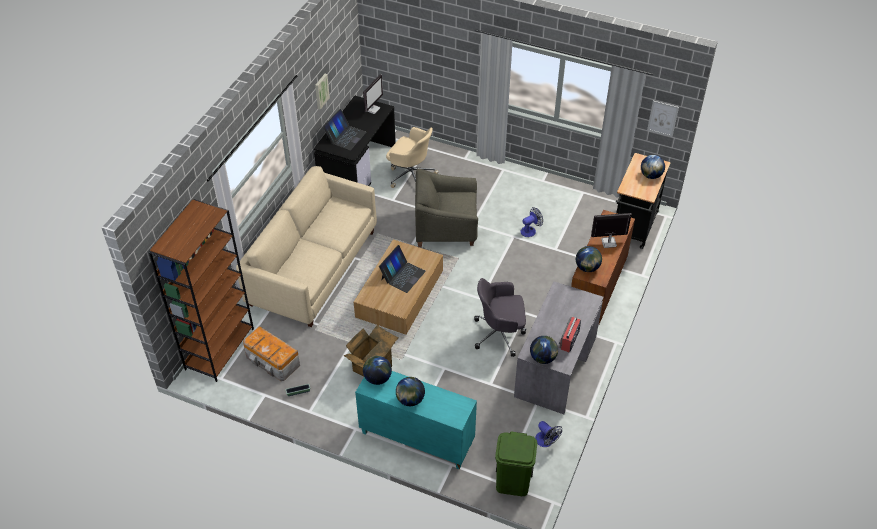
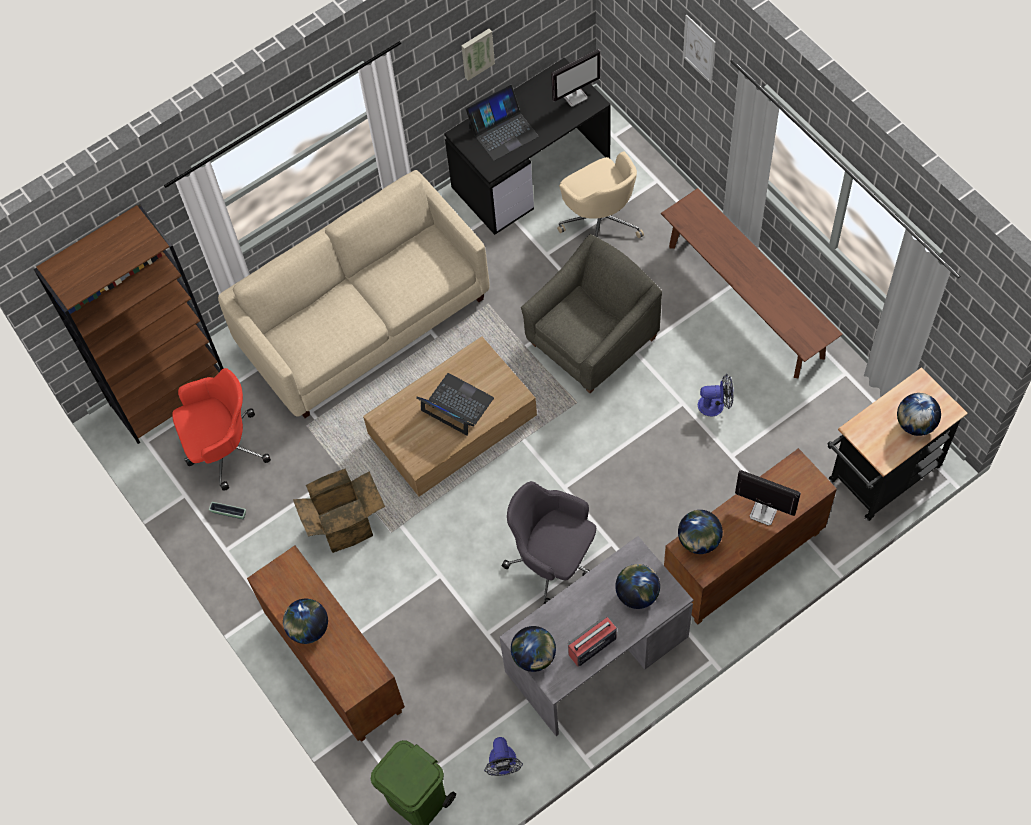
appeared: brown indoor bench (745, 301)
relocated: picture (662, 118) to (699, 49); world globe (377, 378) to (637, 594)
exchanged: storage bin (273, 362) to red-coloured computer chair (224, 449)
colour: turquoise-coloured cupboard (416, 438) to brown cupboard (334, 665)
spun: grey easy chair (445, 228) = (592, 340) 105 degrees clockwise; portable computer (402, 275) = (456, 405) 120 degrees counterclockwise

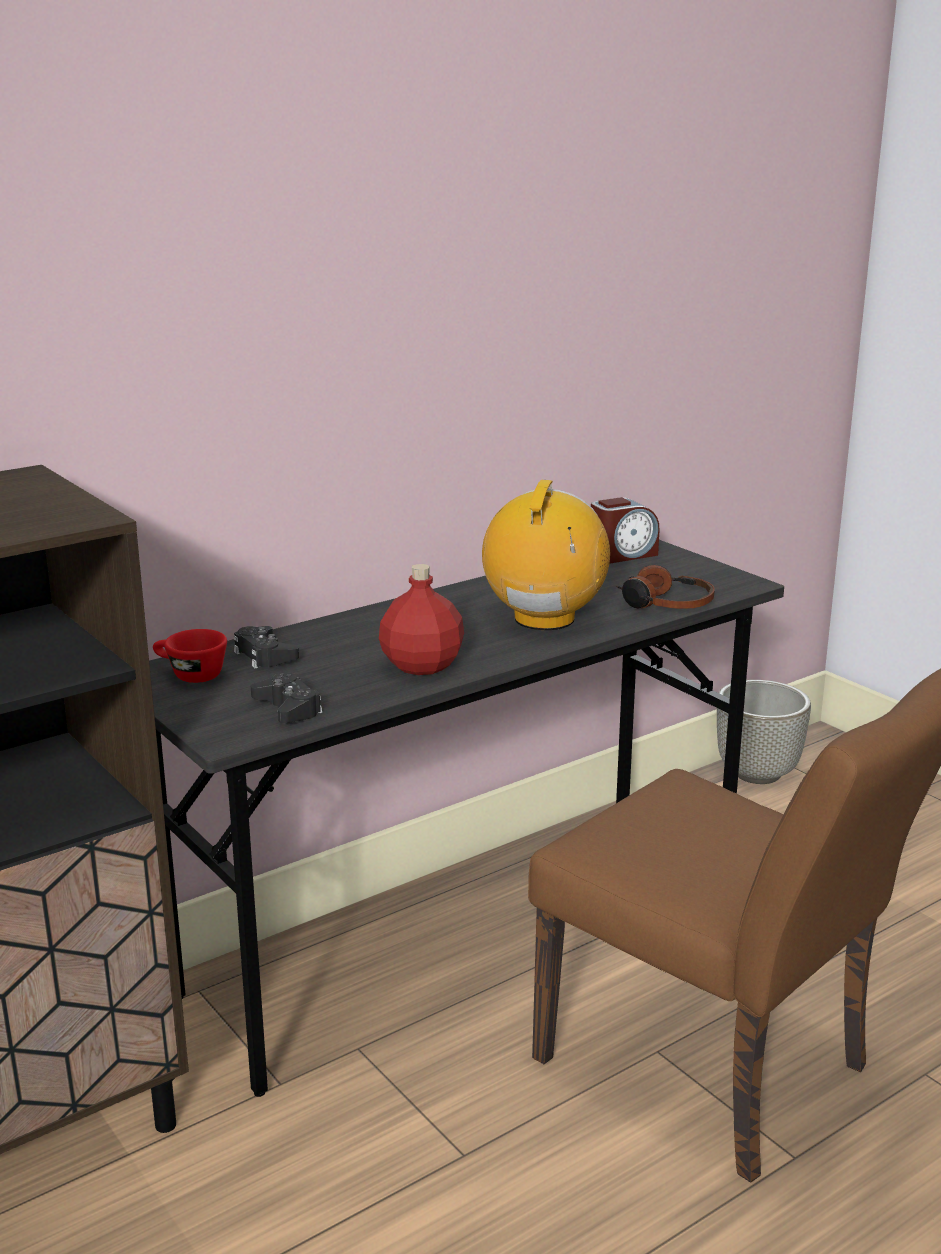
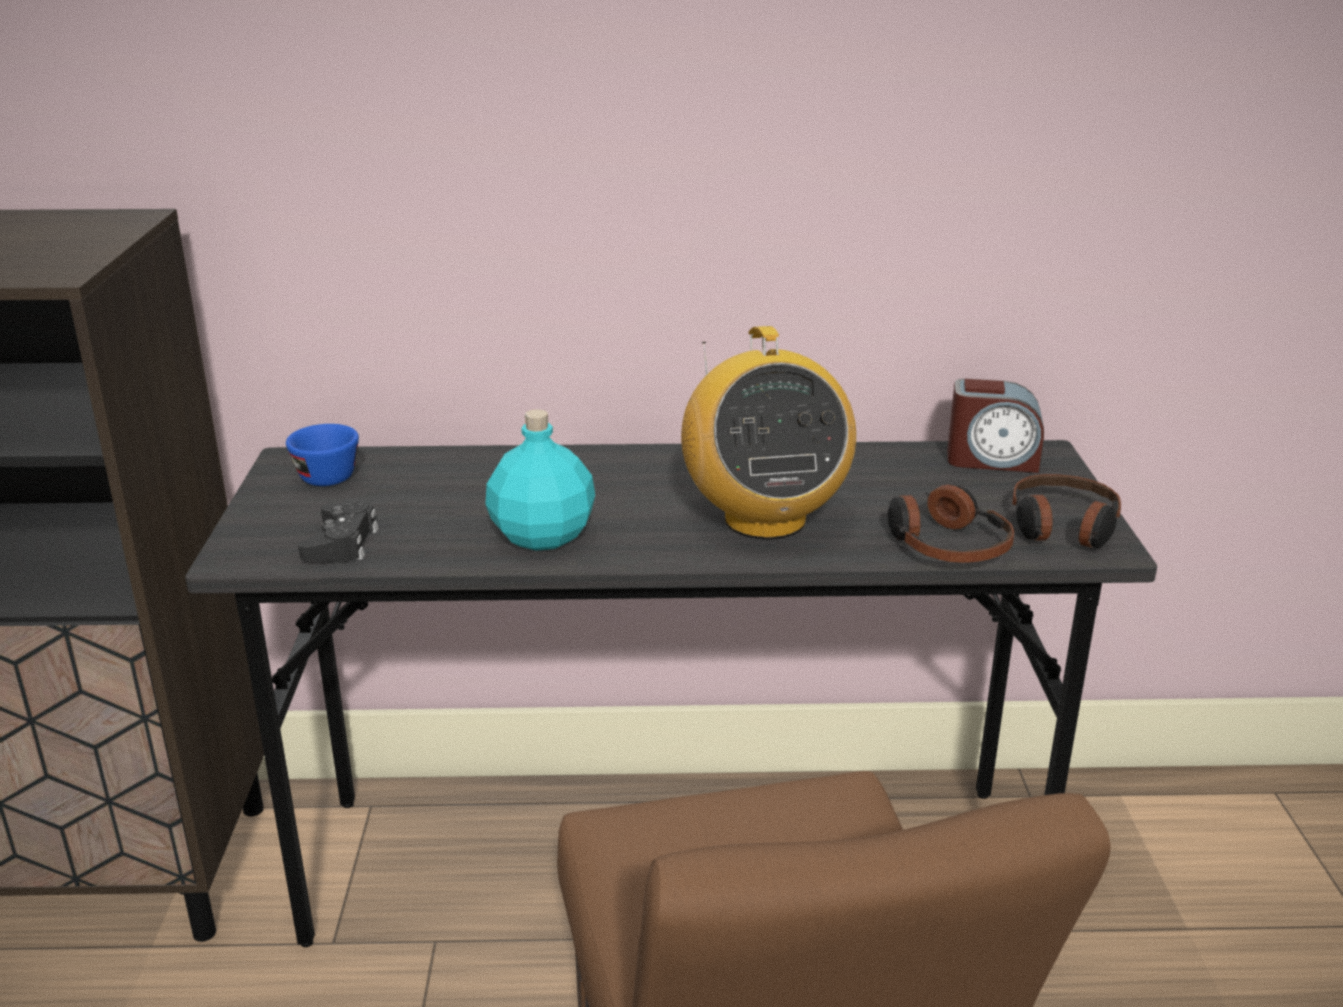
missing: blackish game controller (264, 655); grey planter (757, 773)
appeared: pair of headphones (1062, 527)
colour: red-coloured bottle (423, 665) to turquoise-coloured bottle (544, 536); red-coloured drinking cup (190, 675) to bluish drinking cup (322, 474)
spun: radio set (544, 619) = (764, 519) 120 degrees clockwise

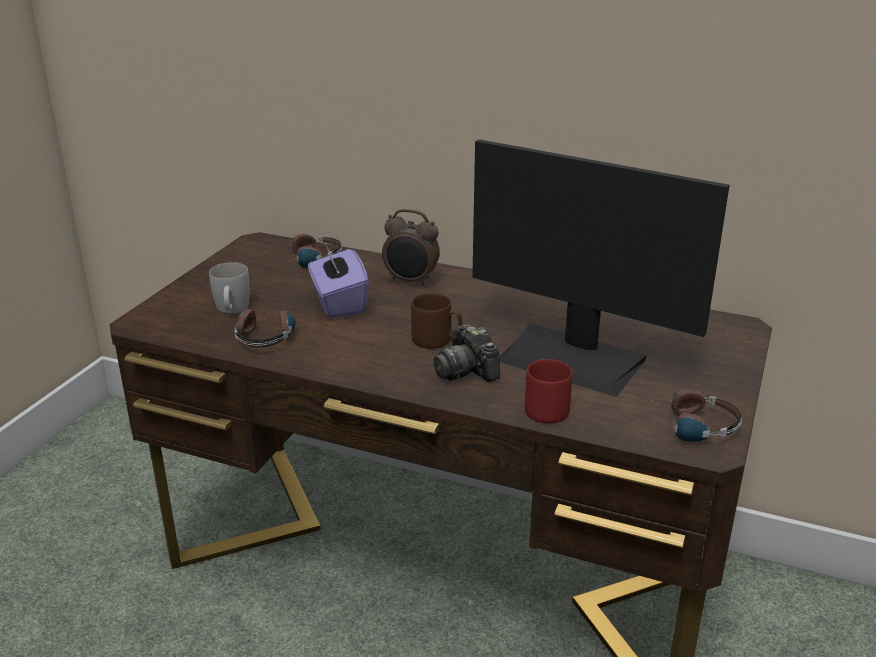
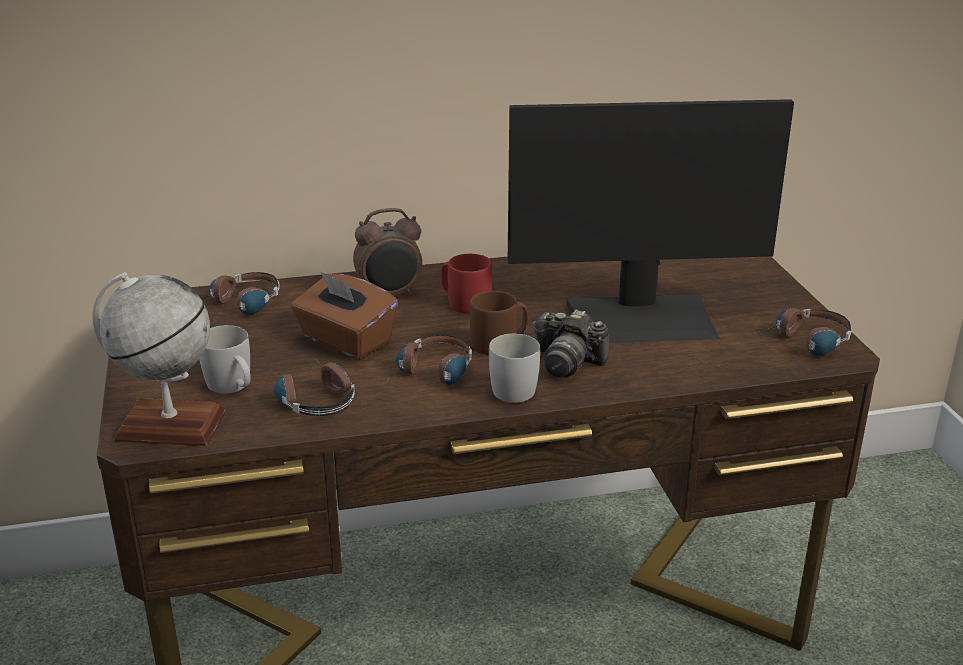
appeared: world globe (170, 425); white coffee mug (508, 387); pair of headphones (431, 375)
relocated: red-coloured coffee mug (544, 408) to (465, 303)
colour: purple-coloured tissue holder (338, 303) to brown tissue holder (346, 340)

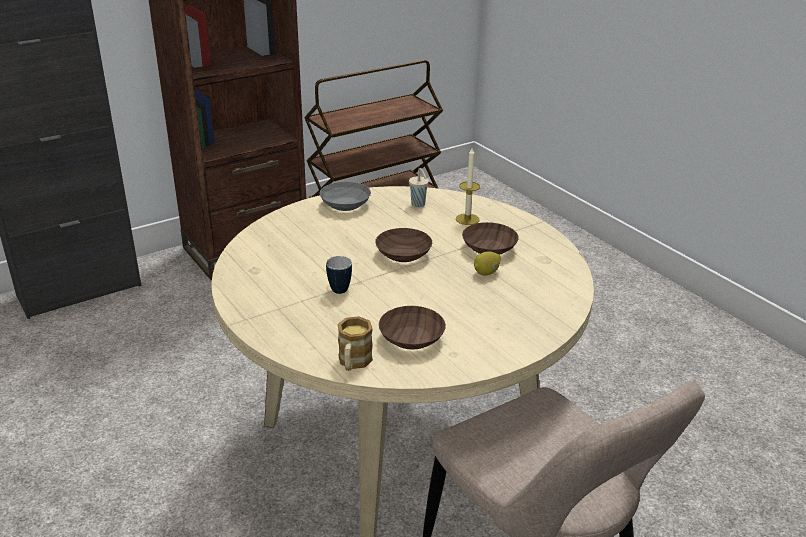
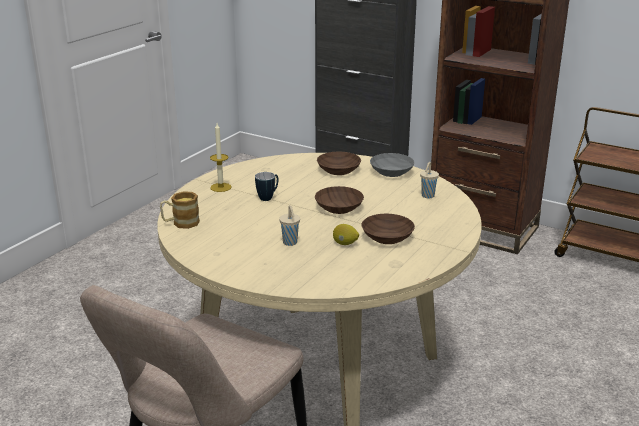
appeared: beige-coloured drinking cup (290, 243)
relocated: wax light (467, 219) to (220, 187); brown bowl (411, 339) to (337, 170)

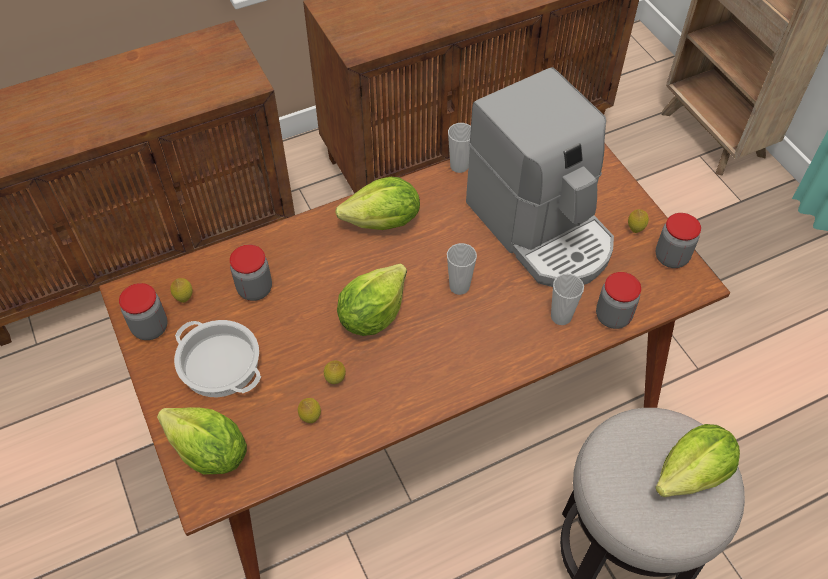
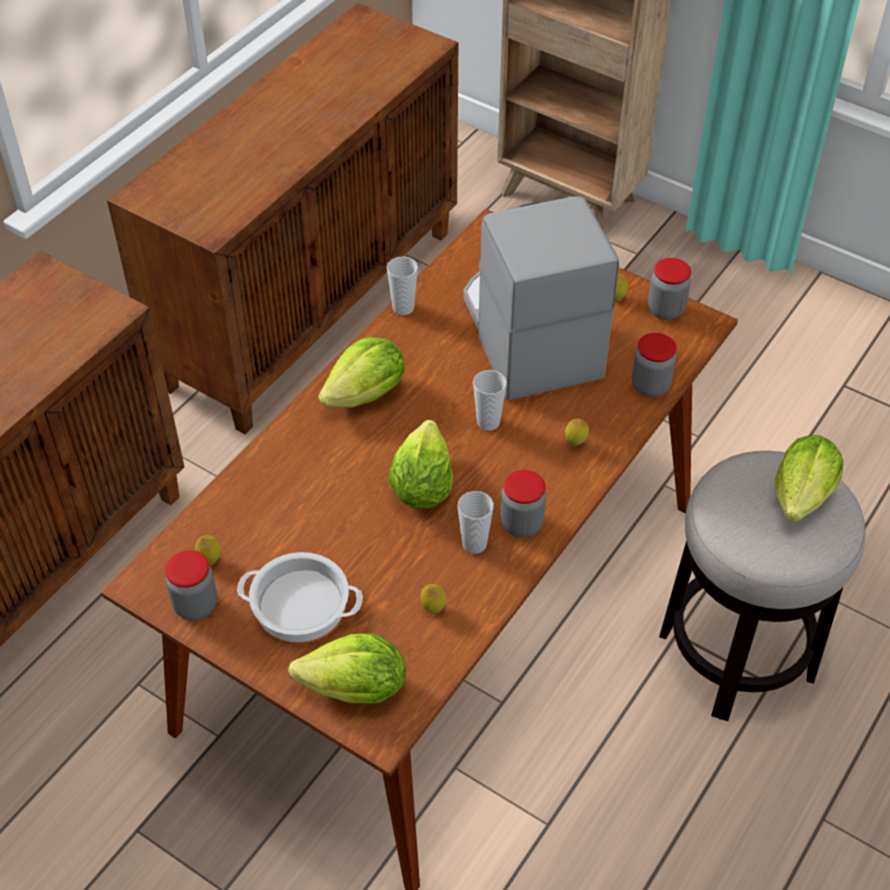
relocated: jar (255, 289) to (521, 524); drinking cup (561, 317) to (474, 544); lemon (335, 380) to (575, 443)
spun: coffee maker (541, 229) = (528, 334) 135 degrees counterclockwise

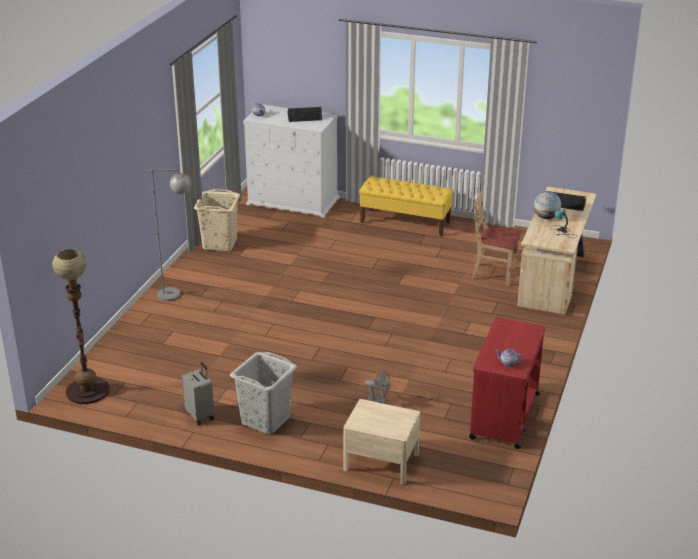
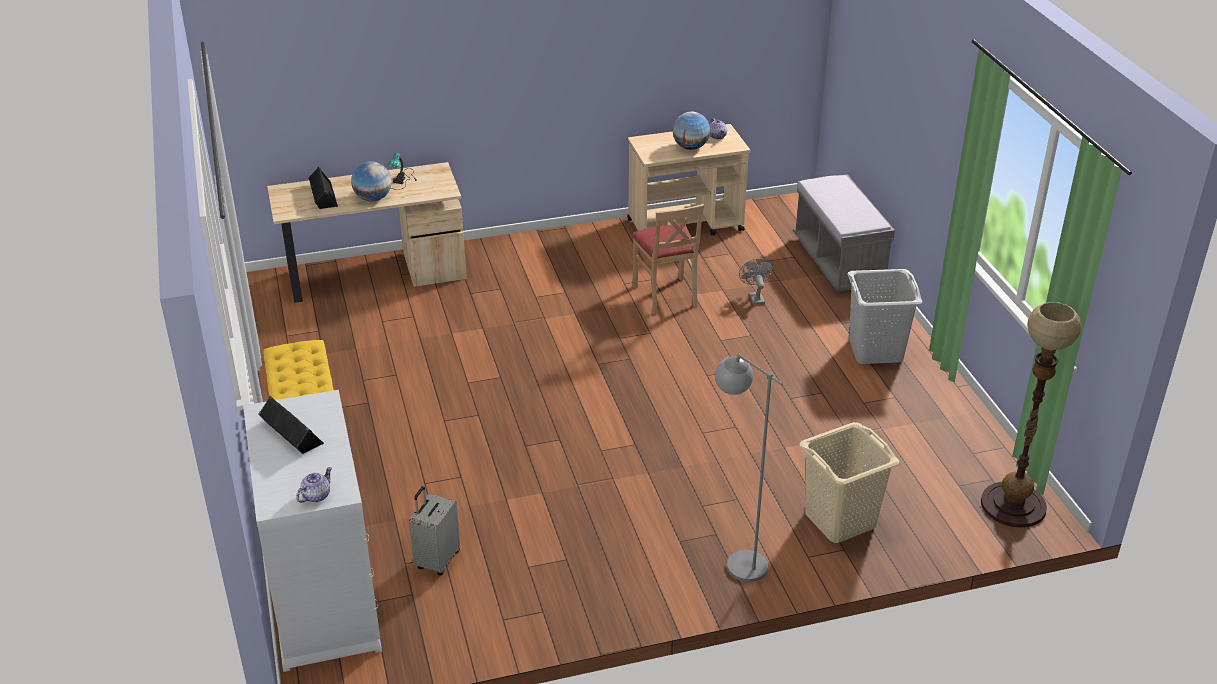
appeared: world globe (690, 147)
relocated: beige-coloured washing basket (220, 244) to (839, 520); beige-coloured plain chair (494, 274) to (666, 295); grey travel case (200, 415) to (436, 560)
exchanged: beige-coloured bedside table (381, 462) to grey indoor bench (838, 262)
colour: red-coloured trolley (504, 416) to beige-coloured trolley (686, 225)

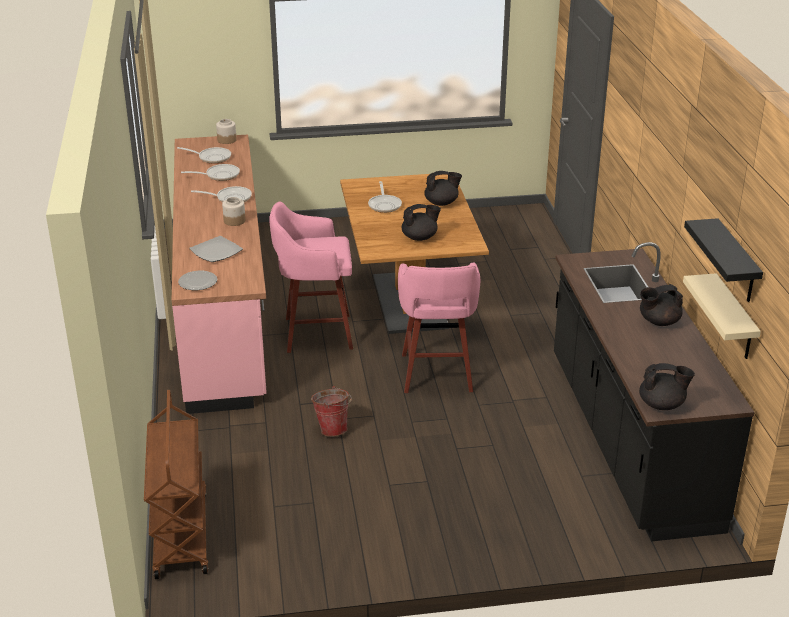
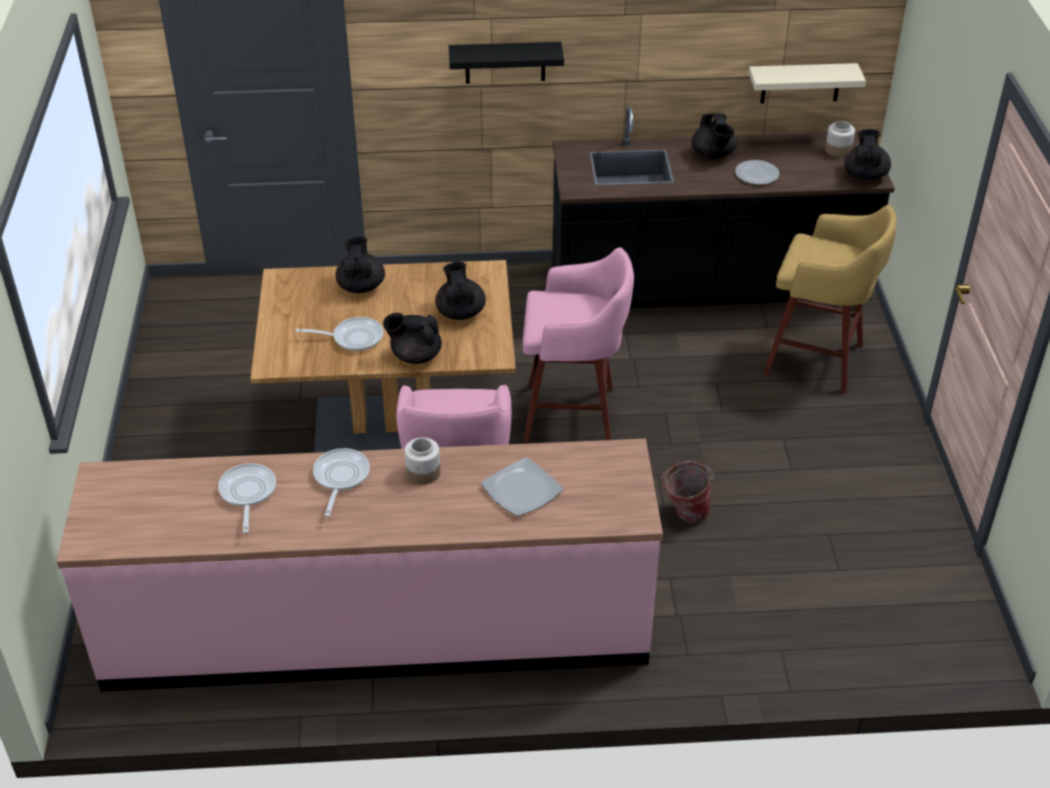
missing: pan (212, 158); brown trolley (180, 533)
appeared: yellow stool seat (817, 360); blackish pot for tea (415, 356)
relocated: jar (226, 140) to (837, 150); blackish bracket shelf (736, 263) to (505, 62); flat dish (197, 282) to (756, 174)

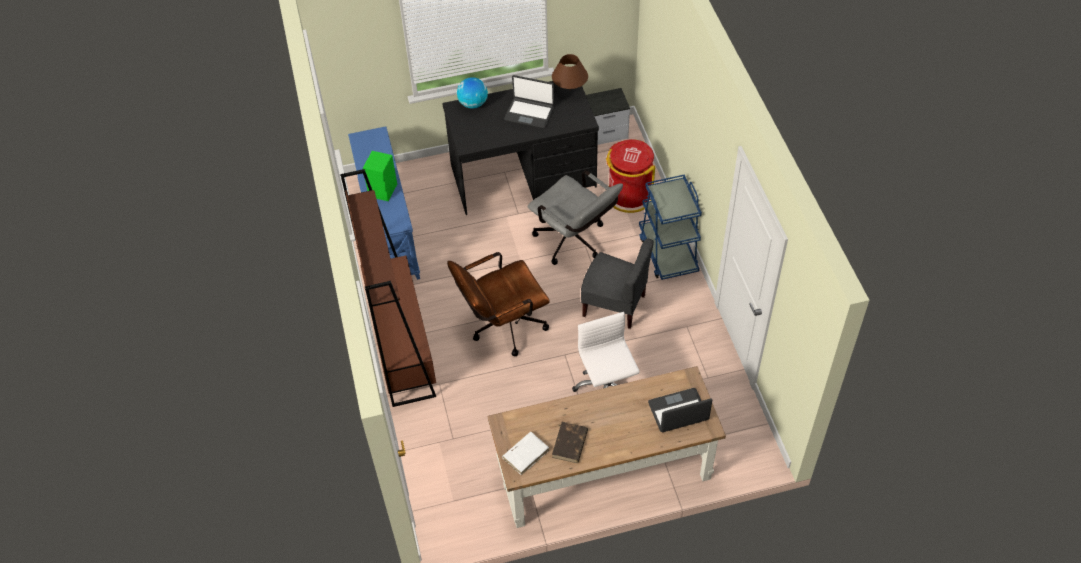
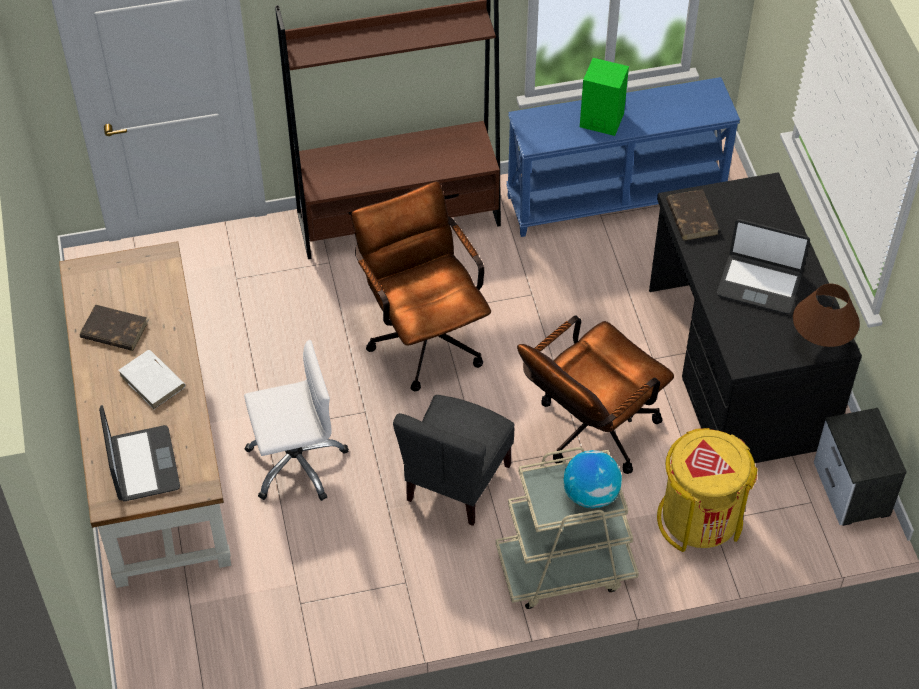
appeared: brown bound book (691, 217)
relocated: world globe (473, 104) to (590, 494); white bound book (526, 454) to (153, 381)
colour: red-coloured waste bin (629, 195) to yellow waste bin (699, 518); grey computer chair (574, 243) to brown computer chair (589, 433); bluish trolley (668, 253) to beige-coloured trolley (565, 568)
spun: portable computer (529, 113) = (759, 284) 90 degrees counterclockwise

